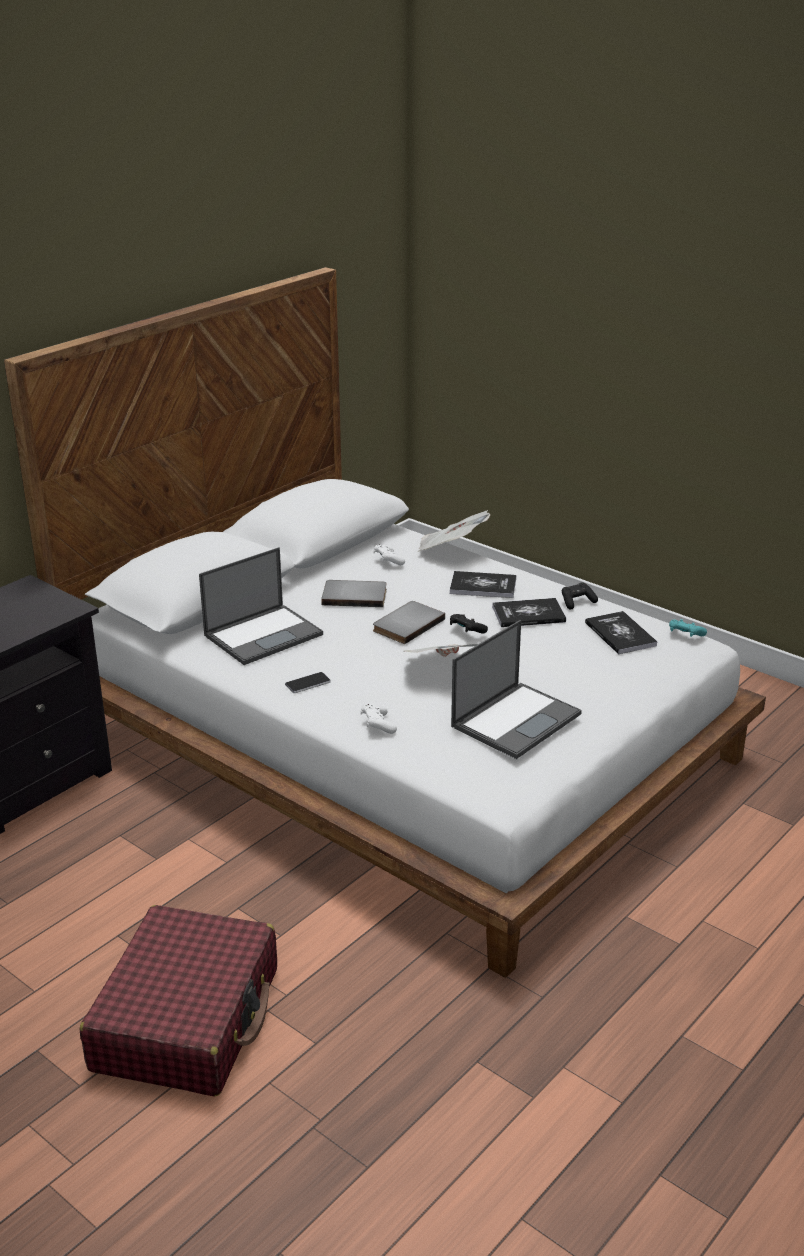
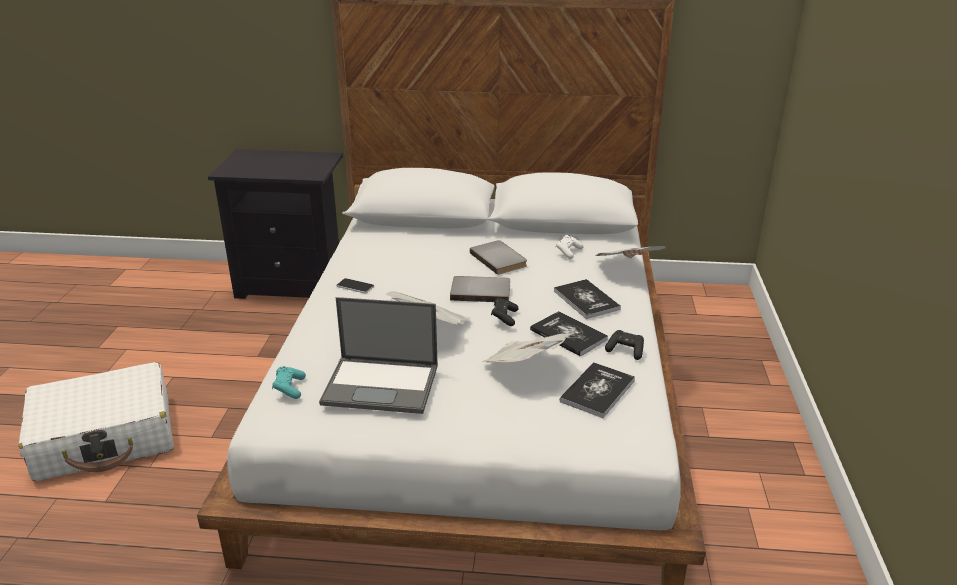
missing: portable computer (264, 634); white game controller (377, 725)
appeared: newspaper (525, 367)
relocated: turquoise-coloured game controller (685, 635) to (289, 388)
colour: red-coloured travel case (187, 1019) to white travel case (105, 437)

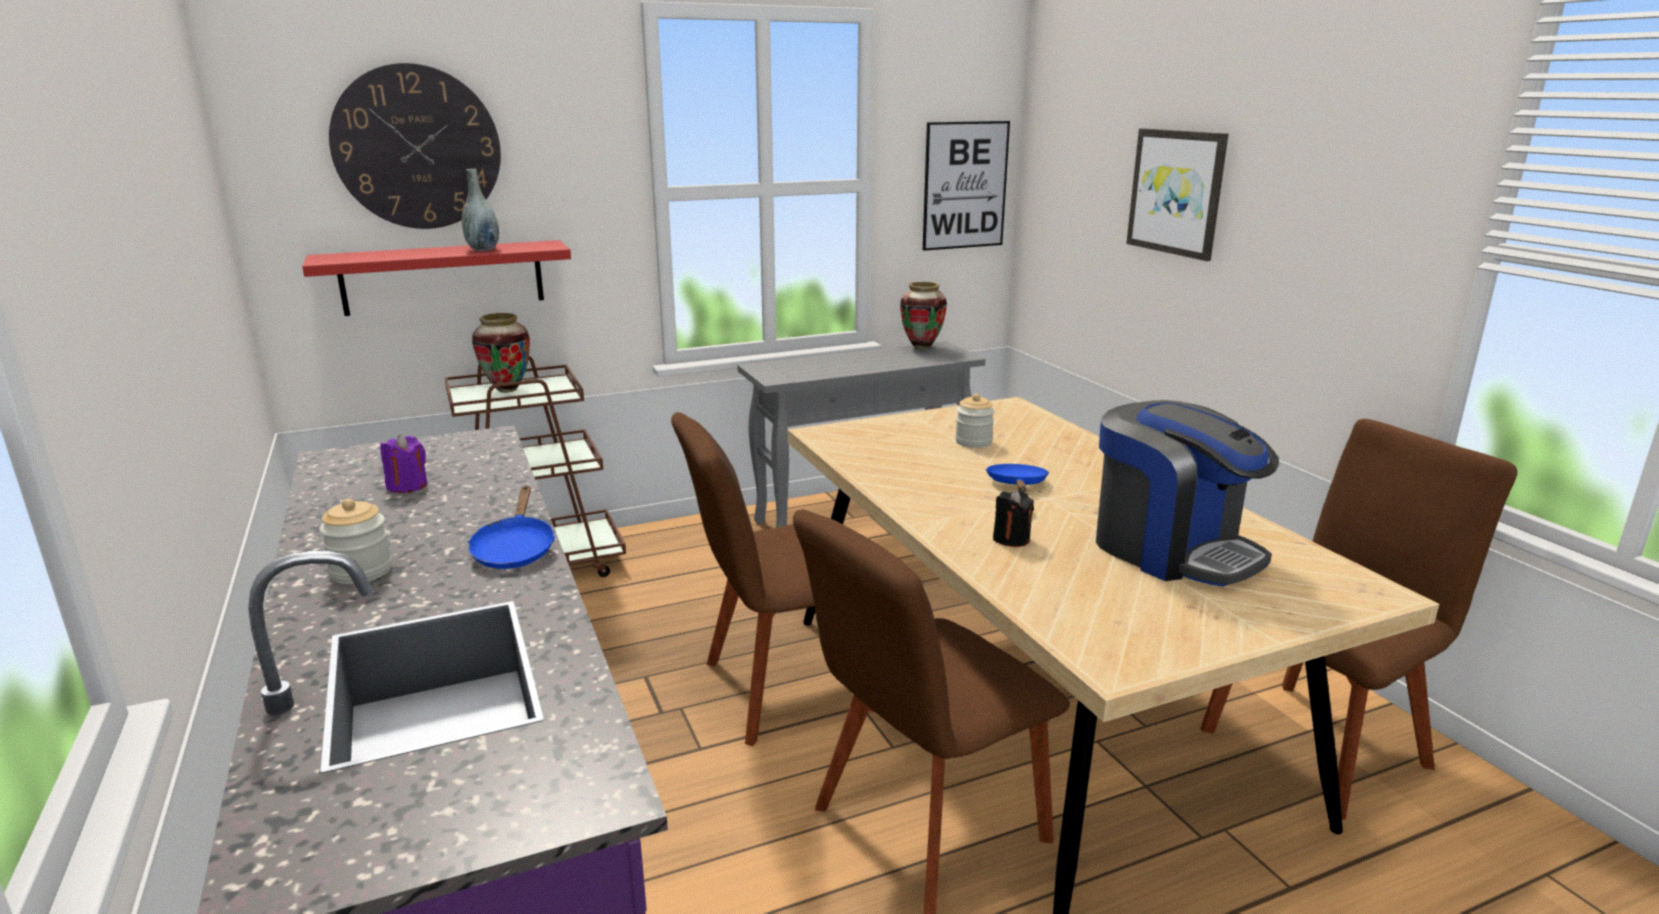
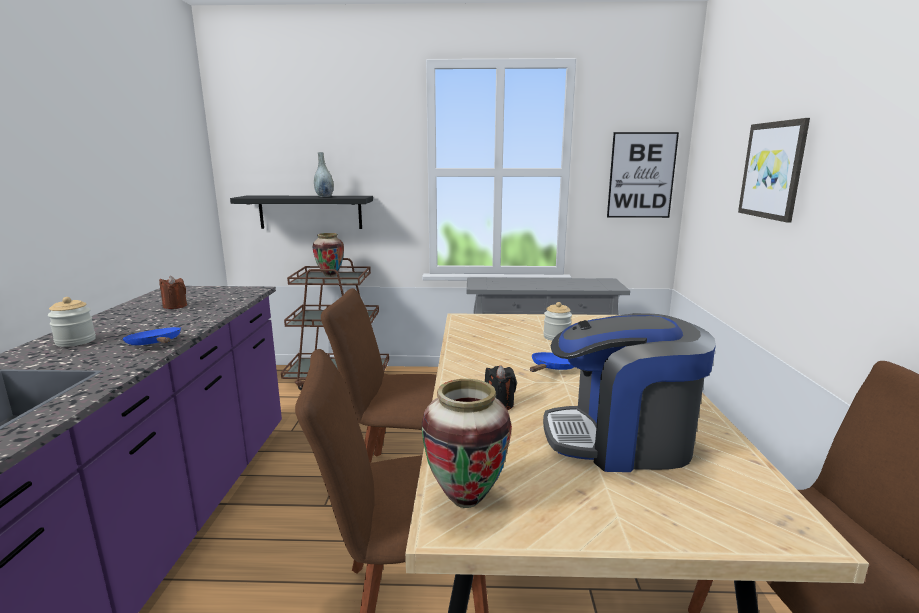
missing: clock on the wall (417, 148)
relocated: vase (922, 348) to (466, 499)
colour: red-coloured bracket shelf (443, 277) to blackish bracket shelf (310, 212); purple-coloured wax light (407, 486) to brown wax light (175, 306)
spun: coffee maker (1172, 550) = (620, 440) 105 degrees clockwise; bluish pan (515, 550) = (156, 344) 120 degrees clockwise

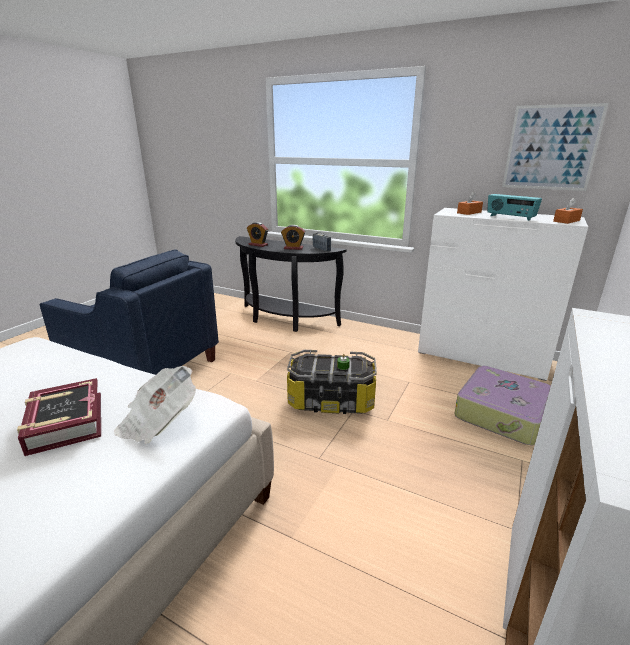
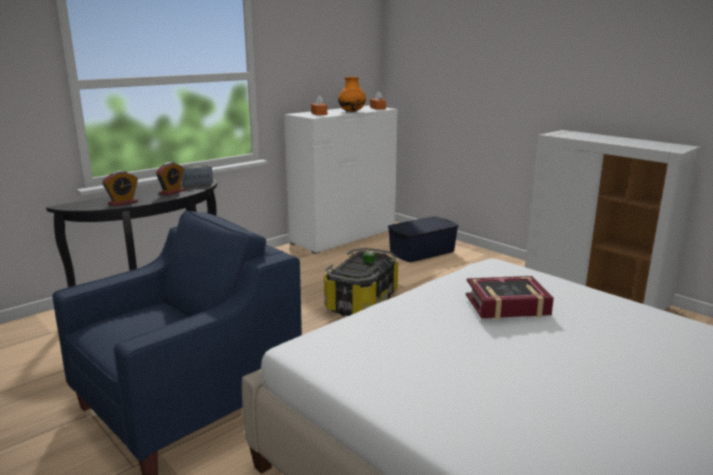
missing: picture (551, 148); newspaper (158, 421)
exchanged: radio set (510, 217) to orangey vase (352, 111); travel case (503, 414) to bluish storage bin (421, 252)

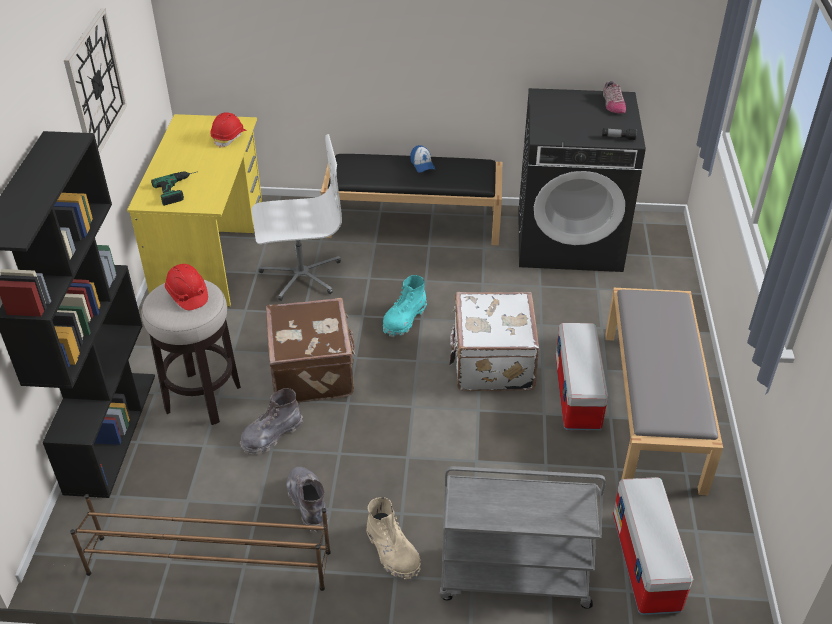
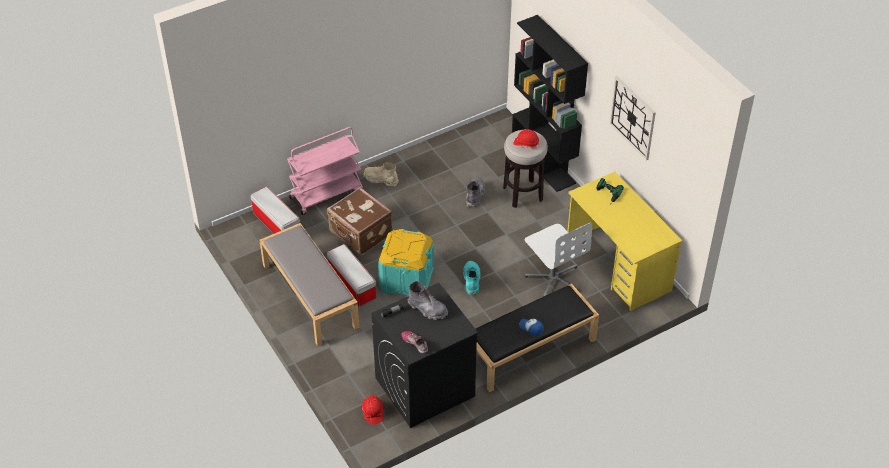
missing: brown shoe shelf (208, 562)
relocated: red-coloured safety helmet (229, 137) to (372, 413); brown travel case (313, 371) to (360, 234); grey boot (308, 503) to (427, 309)
exchanged: white travel case (491, 363) to turquoise-coloured storage bin (406, 279)
colour: grey trolley (513, 578) to pink trolley (326, 194)
spun: white computer chair (301, 274) = (553, 278) 75 degrees counterclockwise

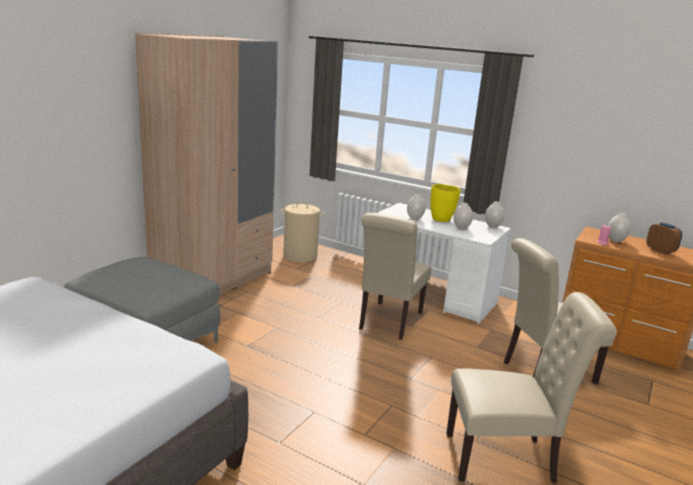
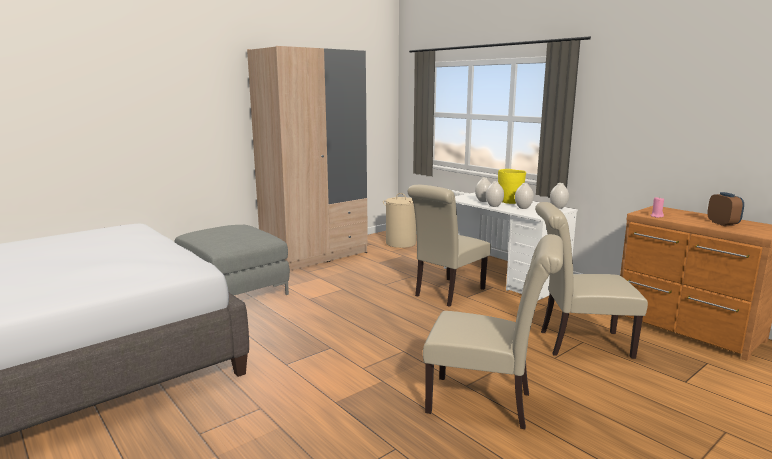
relocated: white vase (615, 240) to (493, 206)

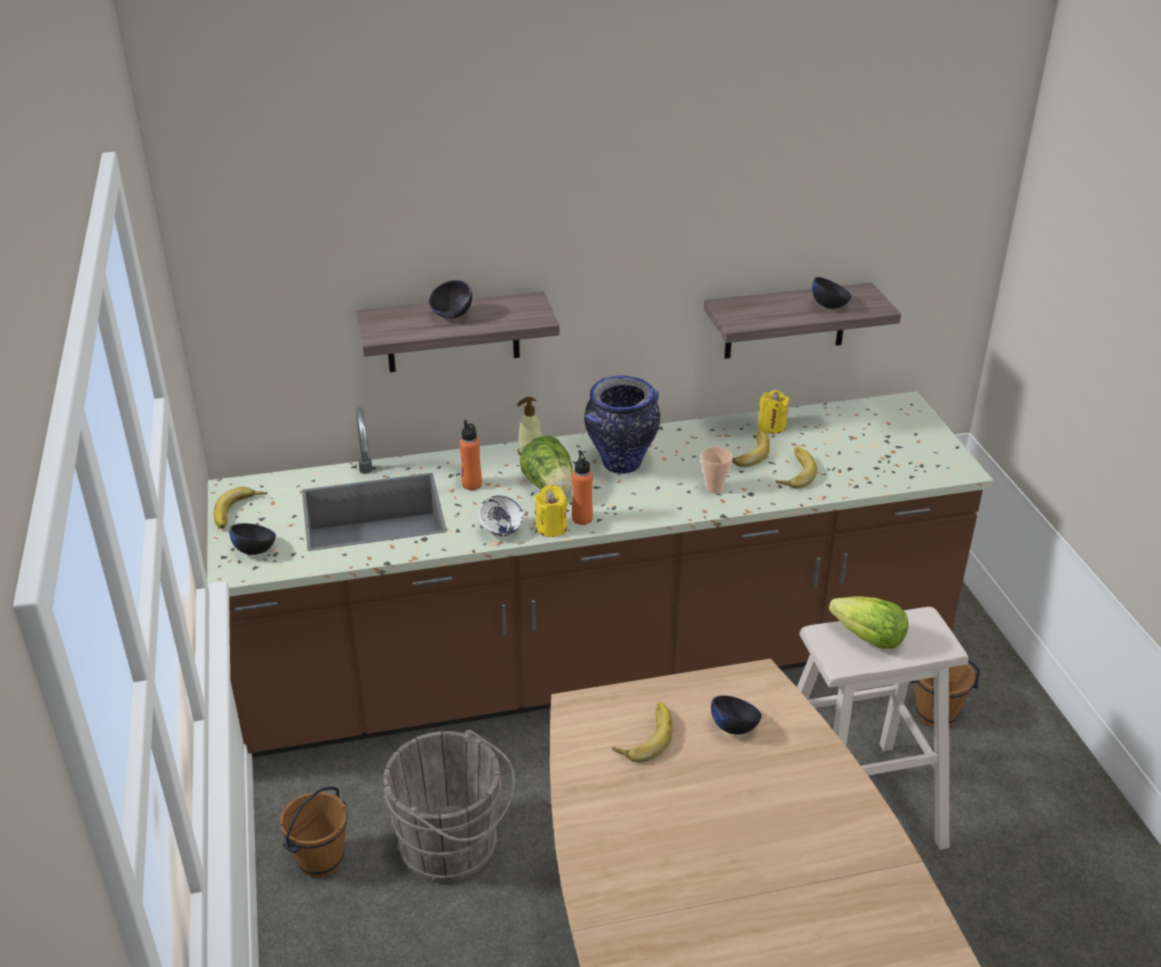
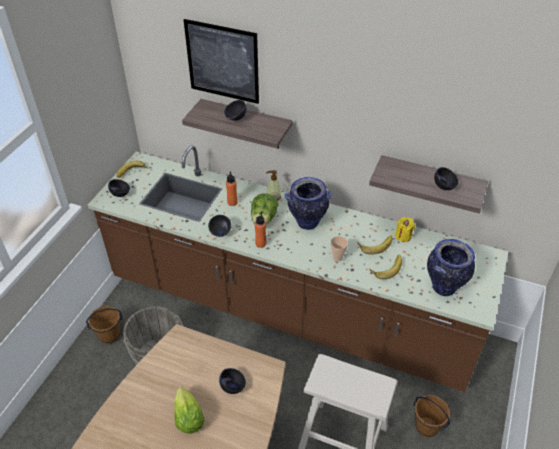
missing: yellow wax light (551, 527); banana (644, 735)
appeared: picture (222, 62); vase (444, 287)
relocated: lettuce head (868, 639) to (188, 418)
colour: white bowl (501, 531) to blackish bowl (220, 233)

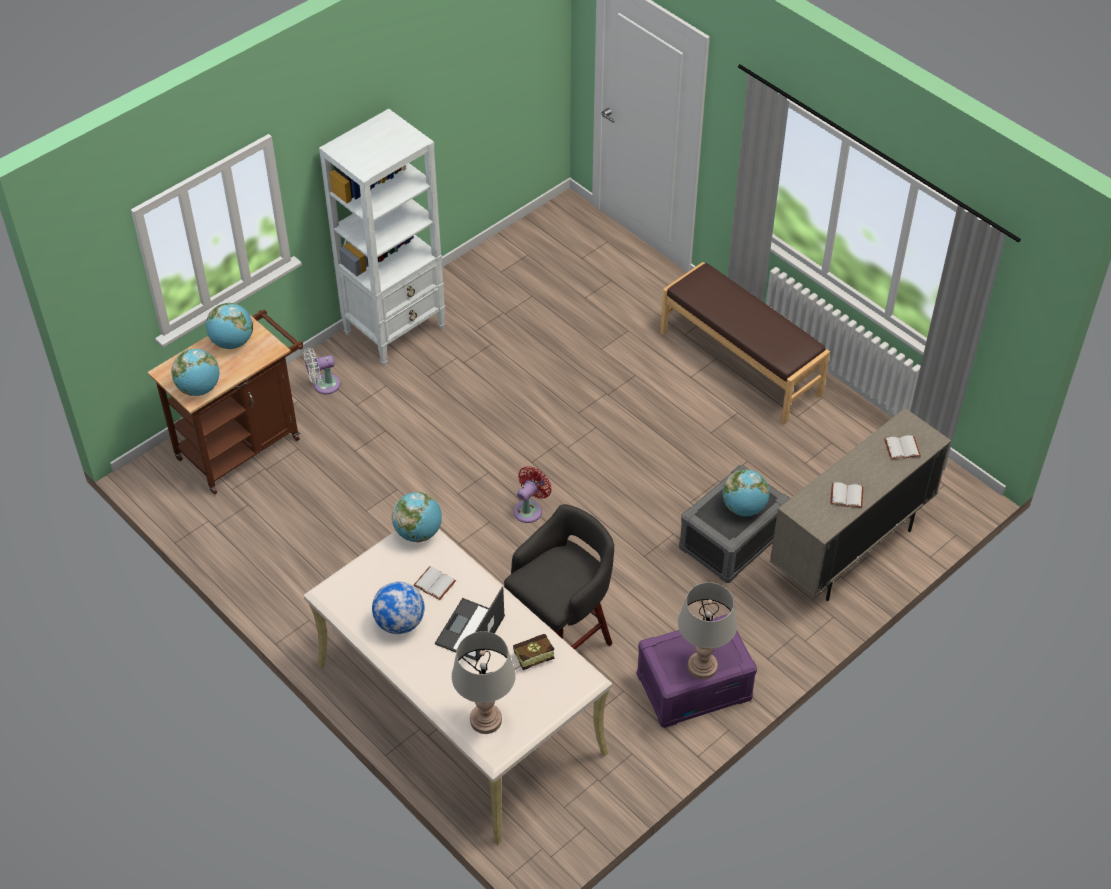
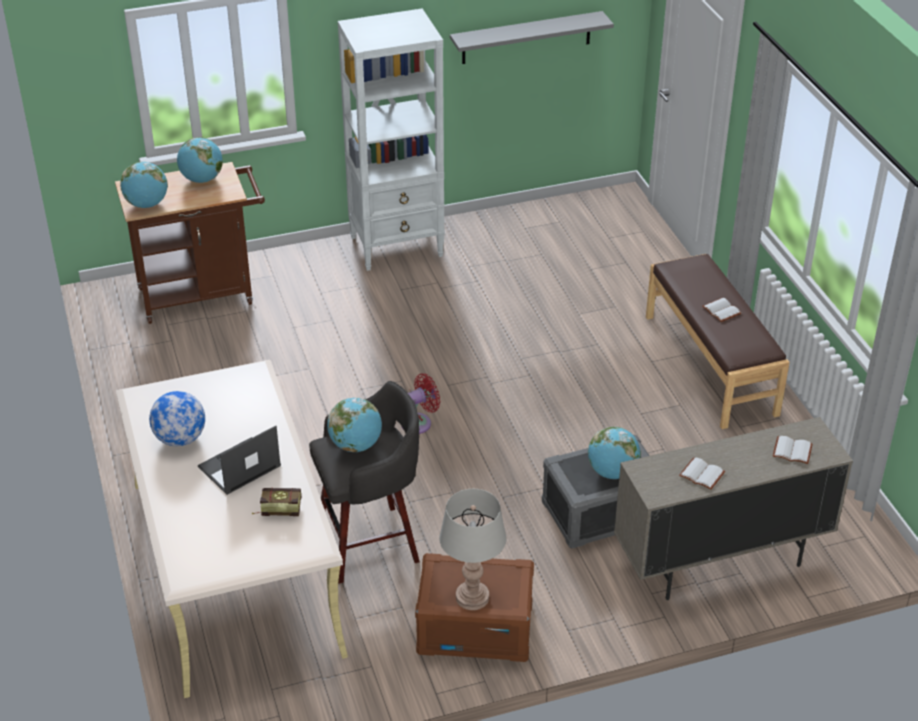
missing: white fan (323, 385); grey lamp for a table (486, 720)
appeared: grey bracket shelf (526, 38)
relocated: world globe (418, 532) to (356, 445); white bound book (433, 584) to (720, 311)
colour: purple-coloured storage bin (694, 686) to brown storage bin (475, 628)

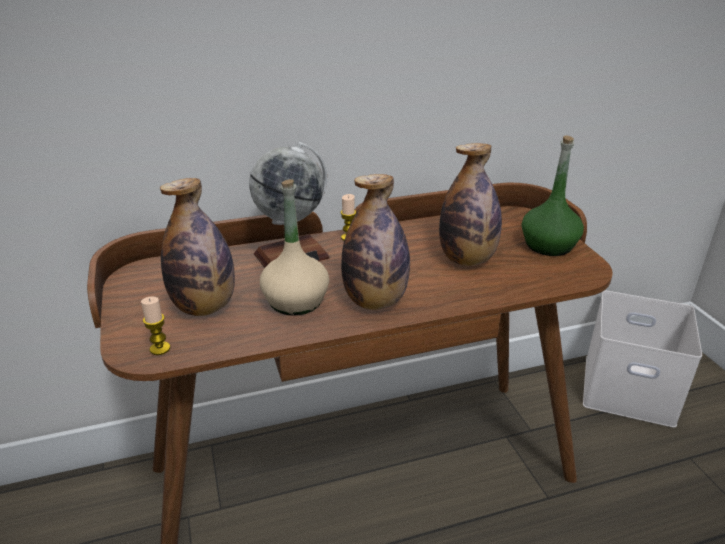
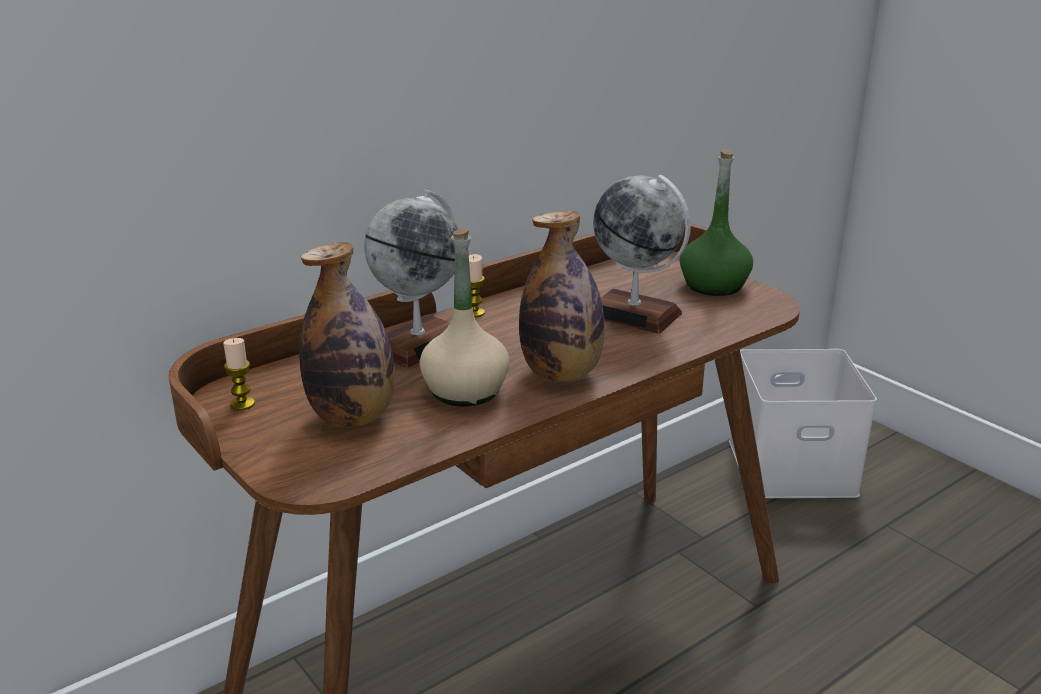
relocated: wax light (160, 349) to (242, 404)
exchanged: bottle (467, 259) to world globe (634, 314)

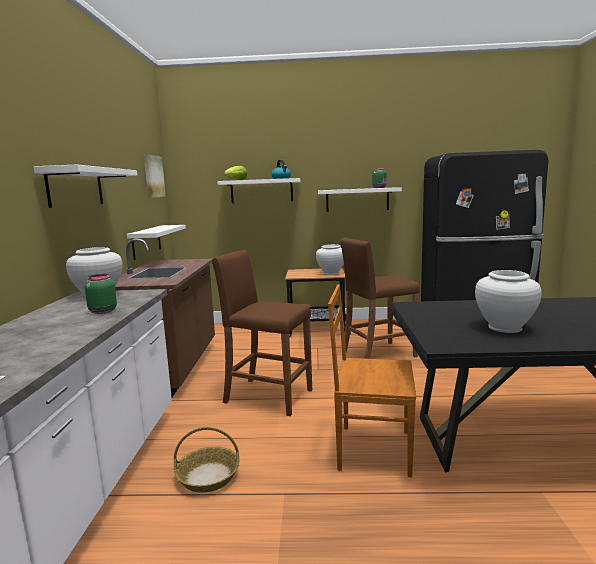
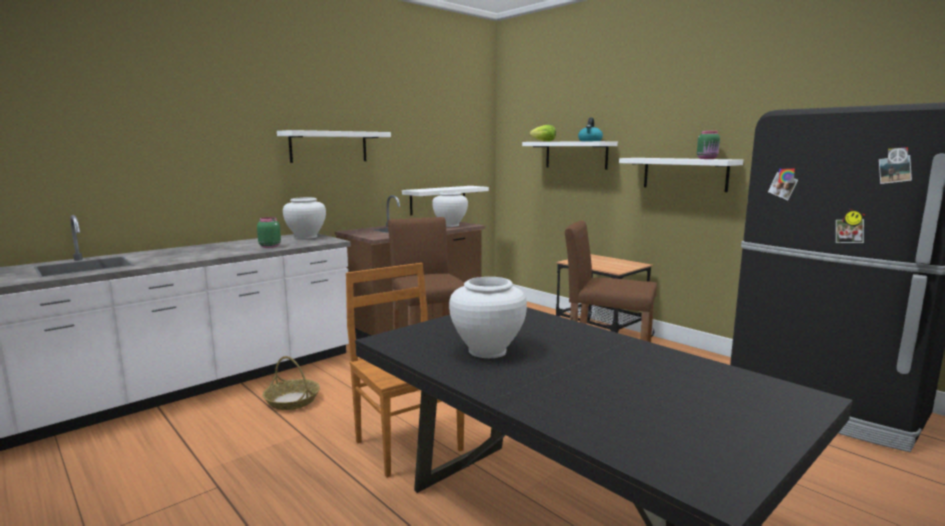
missing: picture (153, 176)
relocated: white vase (331, 273) to (450, 225)

